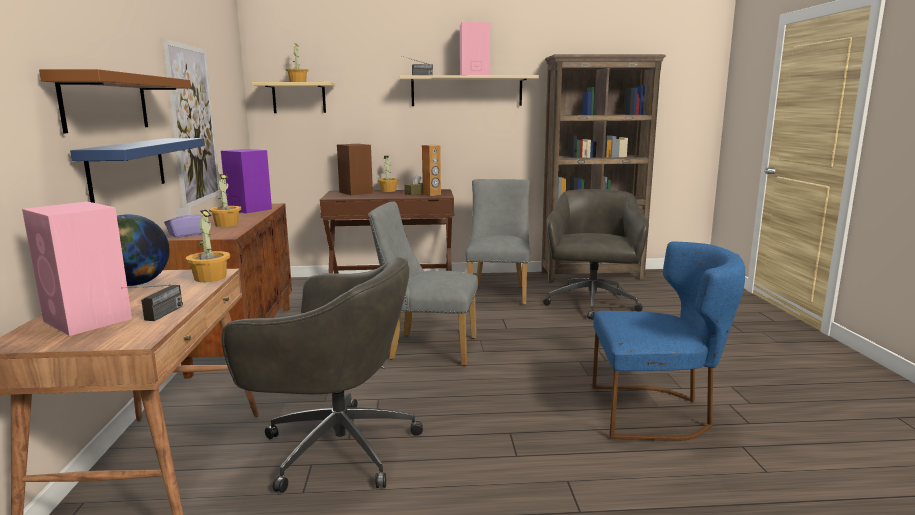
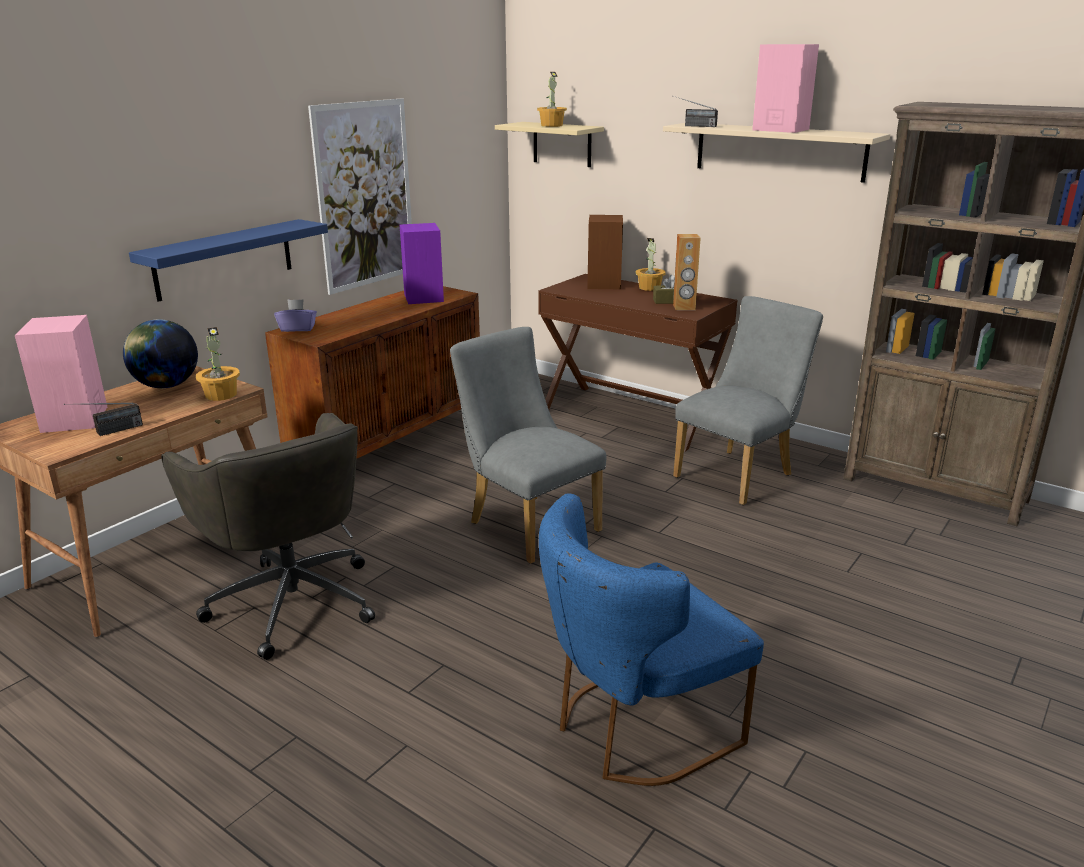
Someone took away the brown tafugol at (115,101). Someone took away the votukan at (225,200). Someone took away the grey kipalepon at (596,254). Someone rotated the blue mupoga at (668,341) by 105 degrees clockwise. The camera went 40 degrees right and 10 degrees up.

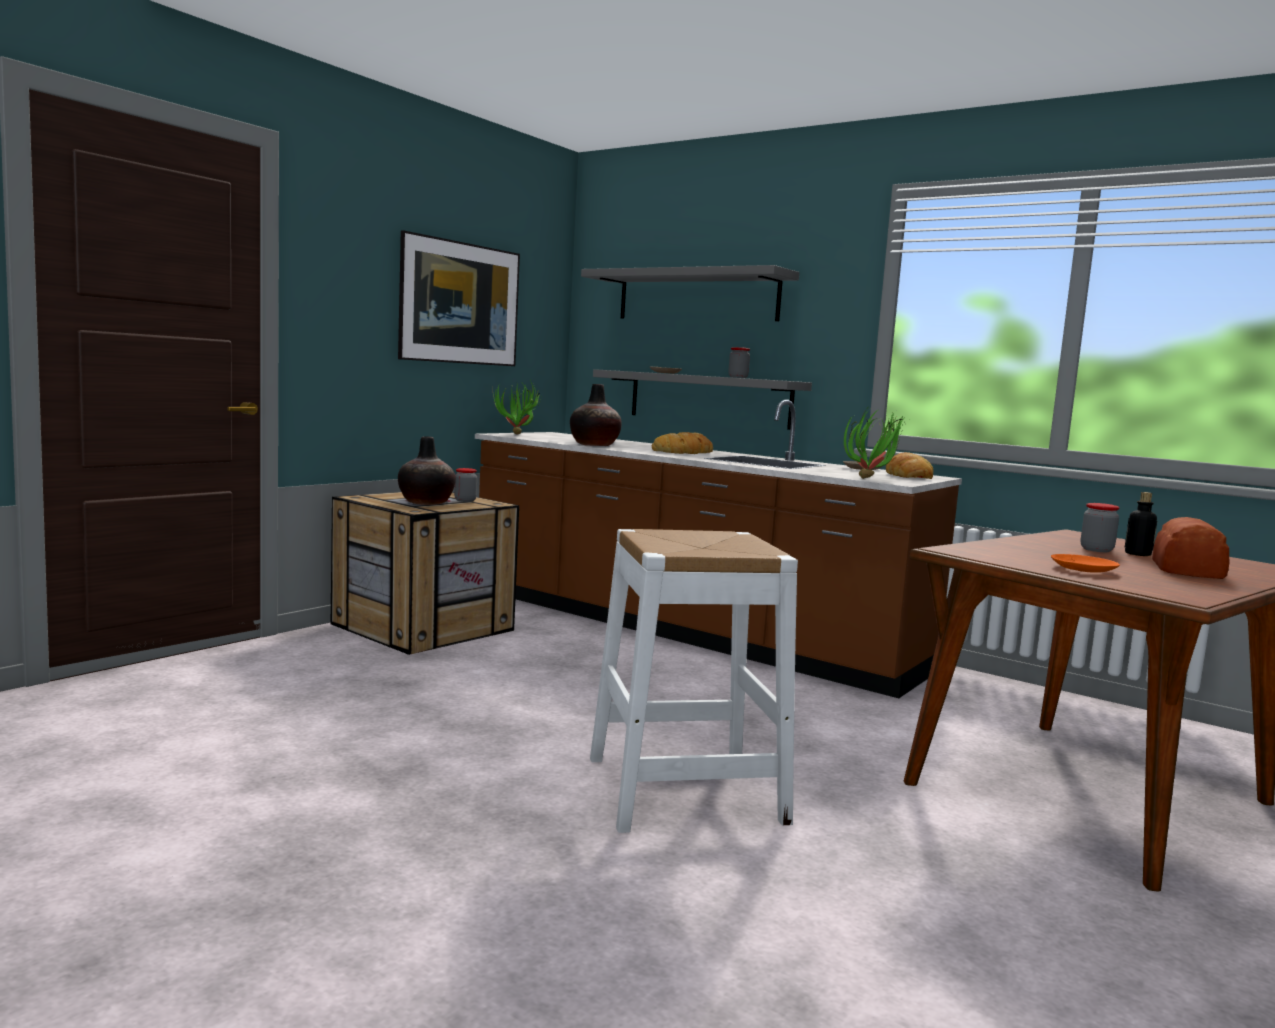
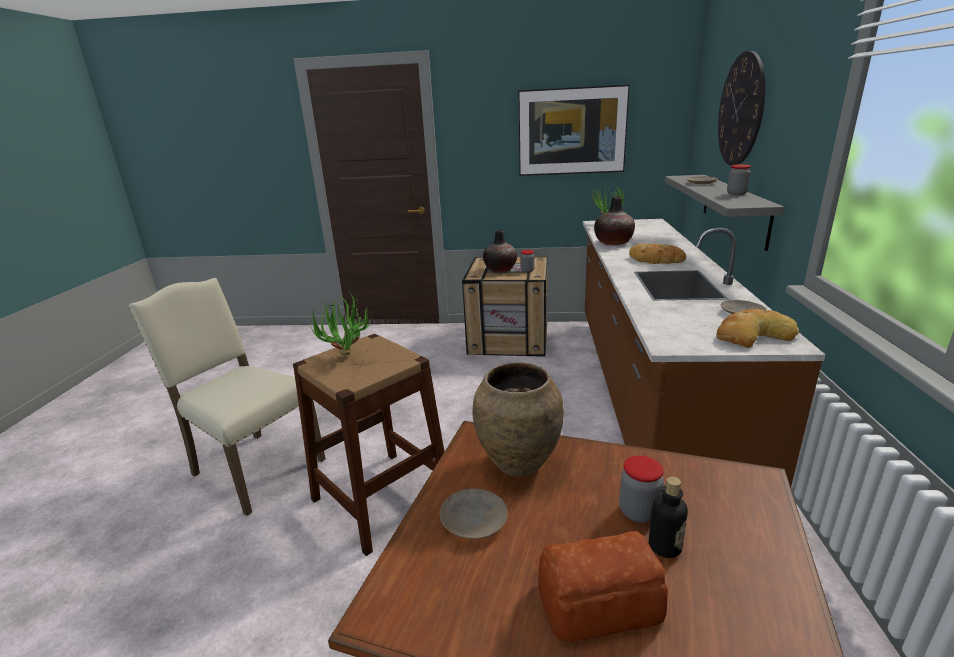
Someone swapped the grey tafugol at (690,293) for the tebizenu at (741,108). Someone repainted the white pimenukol at (694,681), which became the brown pimenukol at (368,445). Someone carried the votukan from (876,441) to (339,323). Someone repainted the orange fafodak at (1085,563), which became the beige fafodak at (474,513). Someone put down the beige mupoga at (227,397). Someone put down the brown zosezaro at (518,419). The camera went 60 degrees right and 15 degrees up.

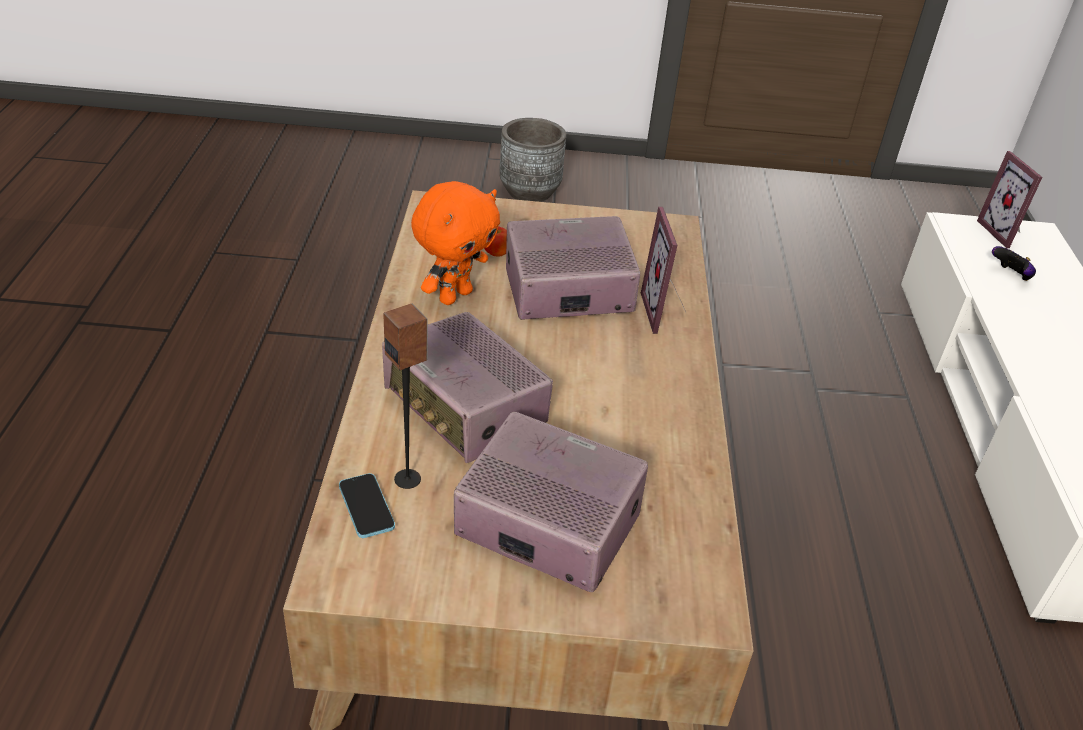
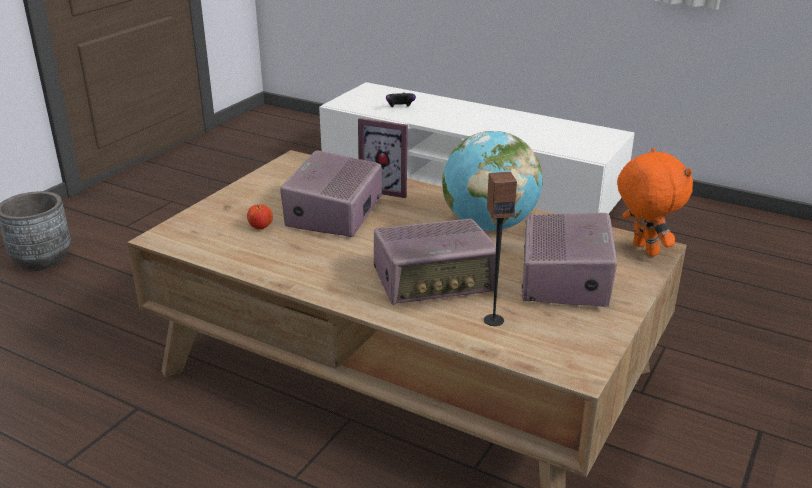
Someone took away the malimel at (367,505). Someone carried the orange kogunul from (455,243) to (655,202). Someone rotated the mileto at (551,502) by 135 degrees clockwise. Someone took away the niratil at (1009,199). Someone put down the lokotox at (492,181). The camera went 60 degrees left and 10 degrees down.

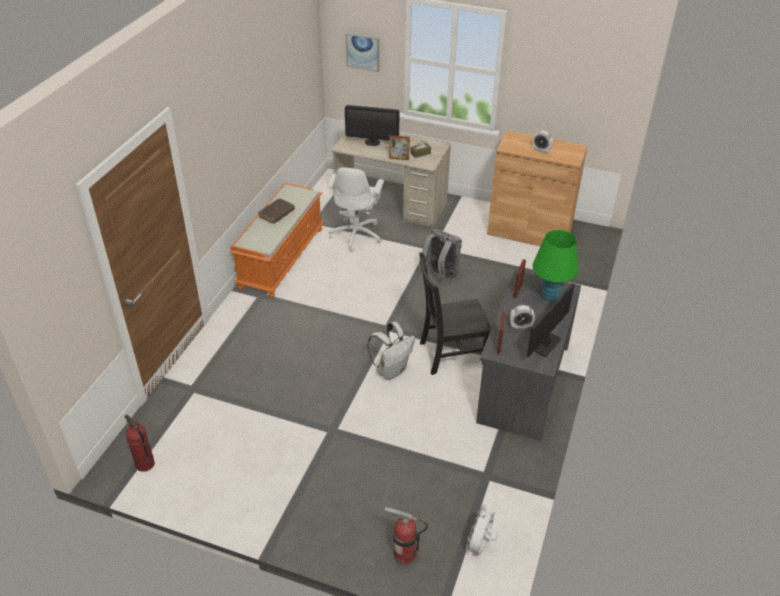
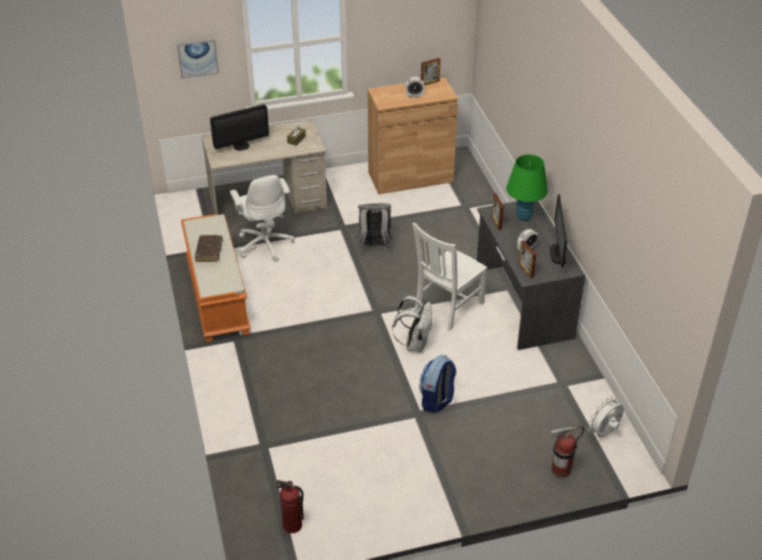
Someone carried the niratil from (399,147) to (431,72). Someone repainted the black mupoga at (455,313), which became the white mupoga at (449,277). Someone rotated the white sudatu at (481,530) by 60 degrees clockwise. Someone put down the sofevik at (437,384). The camera went 35 degrees left and 0 degrees up.

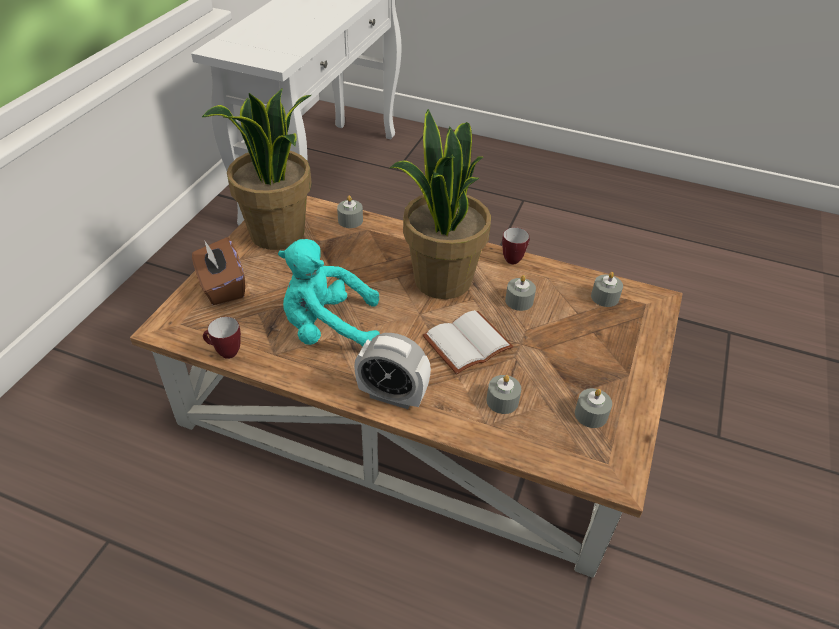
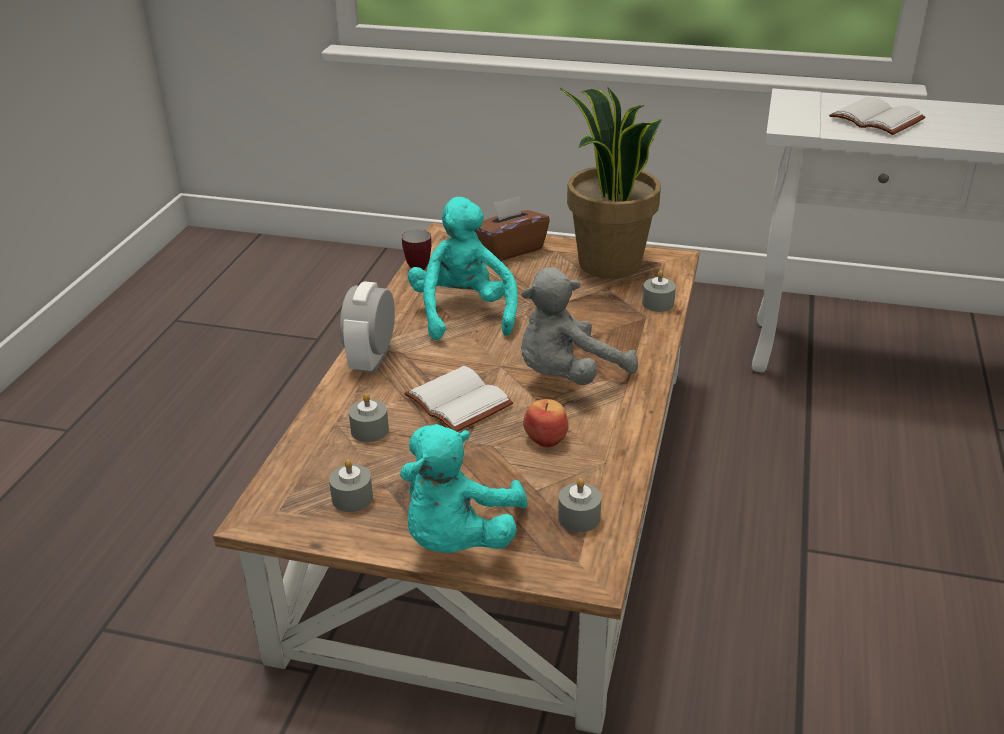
Someone swapped the votukan at (440,204) for the grey kogunul at (579,326). Someone took away the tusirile at (516,246). Someone swapped the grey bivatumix at (520,293) for the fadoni at (546,423). Someone put down the turquoise kogunul at (464,488). Someone put down the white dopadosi at (877,116). The camera went 85 degrees right and 10 degrees down.

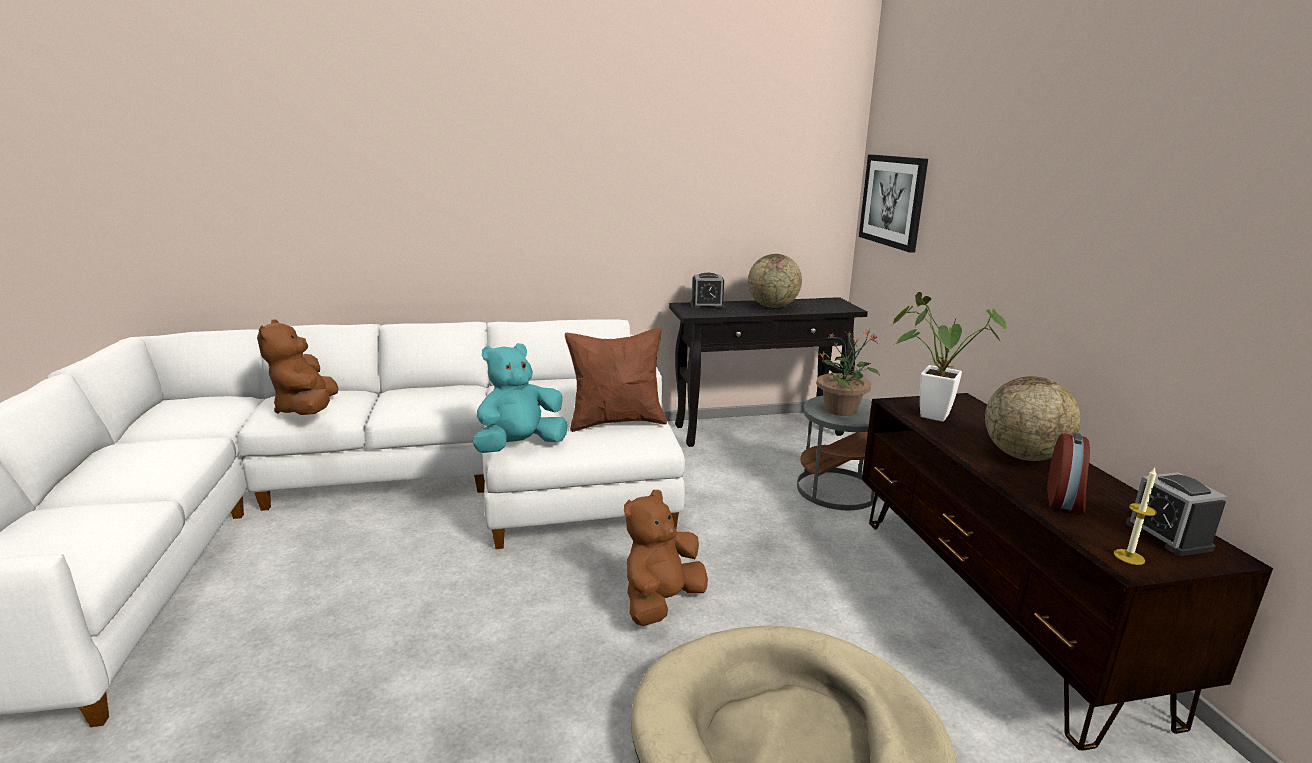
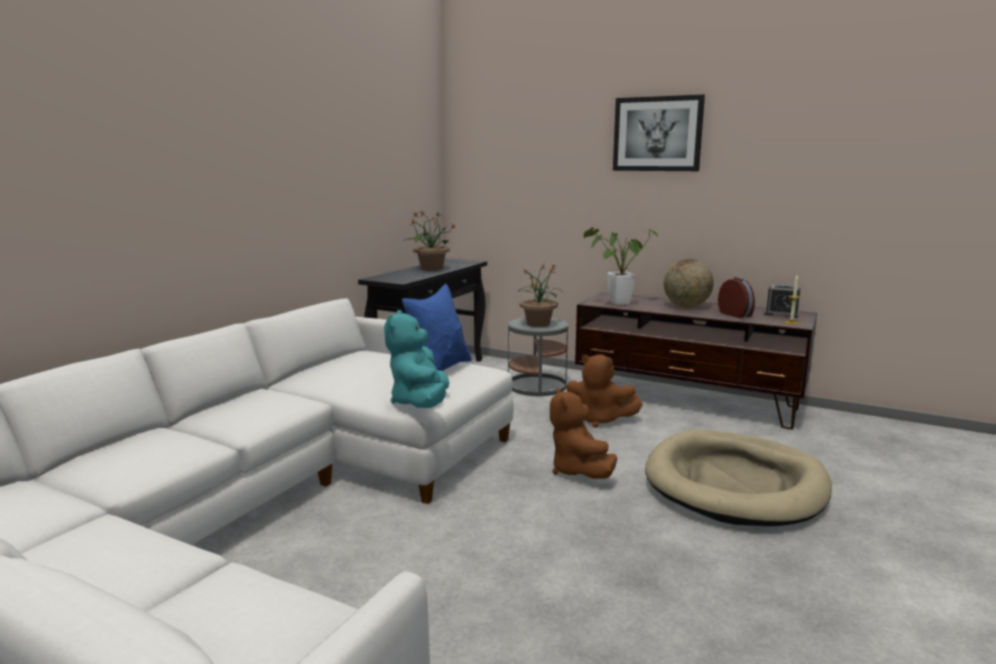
Someone carried the brown kogunul from (297,367) to (604,391). Someone repainted the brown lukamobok at (616,379), which became the blue lukamobok at (437,327). Someone took away the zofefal at (708,290). Someone swapped the lokotox at (775,281) for the votukan at (429,241). Someone carried the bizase from (893,204) to (659,132). The camera went 50 degrees left and 5 degrees down.

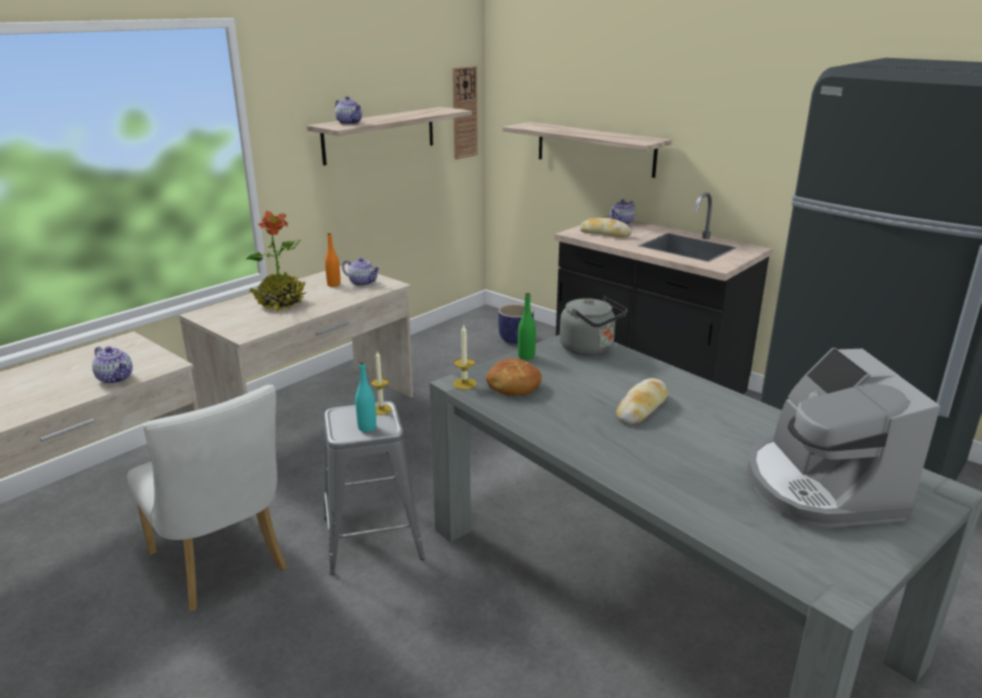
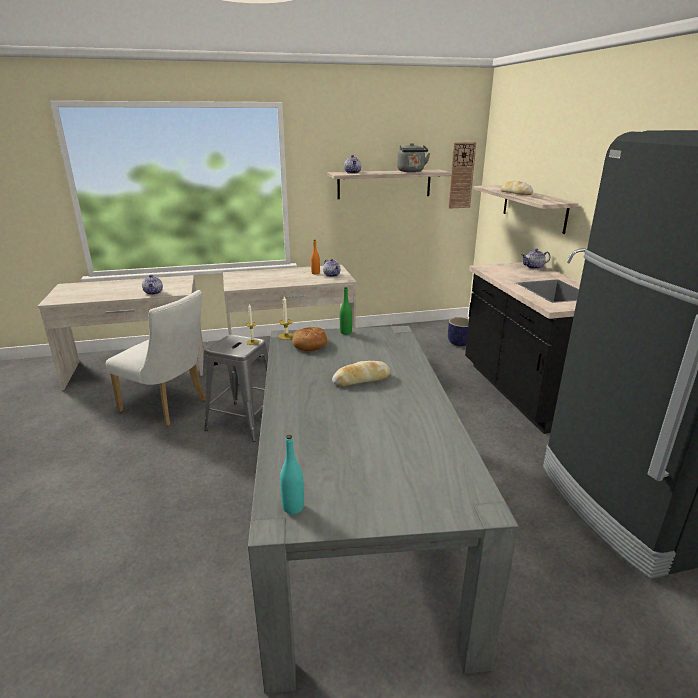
Someone rotated the white mupoga at (207,498) by 60 degrees counterclockwise. Someone took away the votukan at (276,261). Someone carried the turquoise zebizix from (365,396) to (292,474). Someone carried the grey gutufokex from (593,326) to (413,157). Someone carried the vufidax from (605,227) to (517,188). Someone took away the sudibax at (843,438). The camera went 35 degrees right and 0 degrees up.

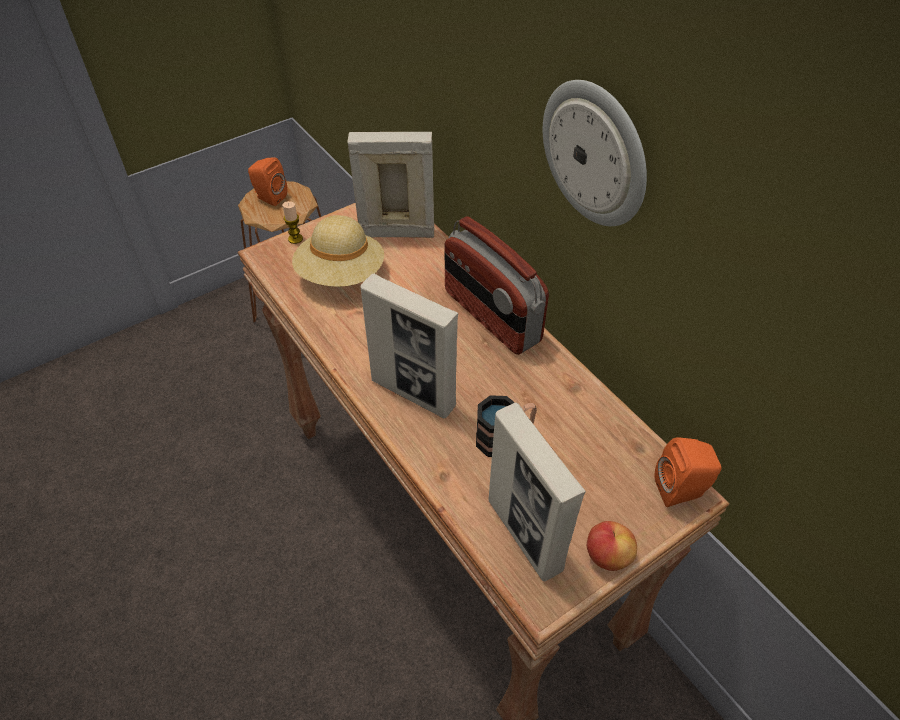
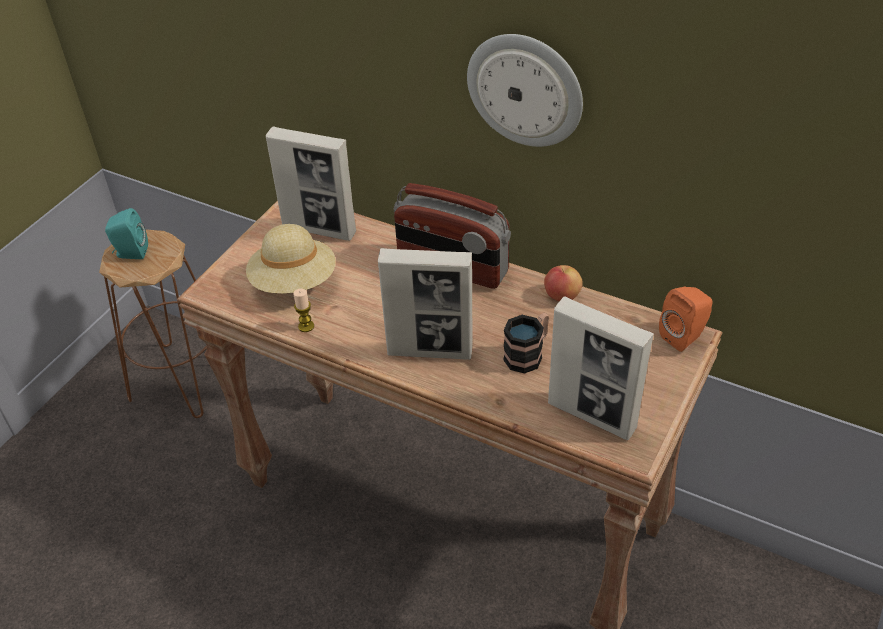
Someone repainted the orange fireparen at (267,181), which became the turquoise fireparen at (126,233). Someone carried the bivatumix from (292,222) to (303,310). Someone rotated the niratil at (390,185) by 135 degrees counterclockwise. Someone carried the fadoni from (612,546) to (563,283). The camera went 25 degrees left and 5 degrees down.

